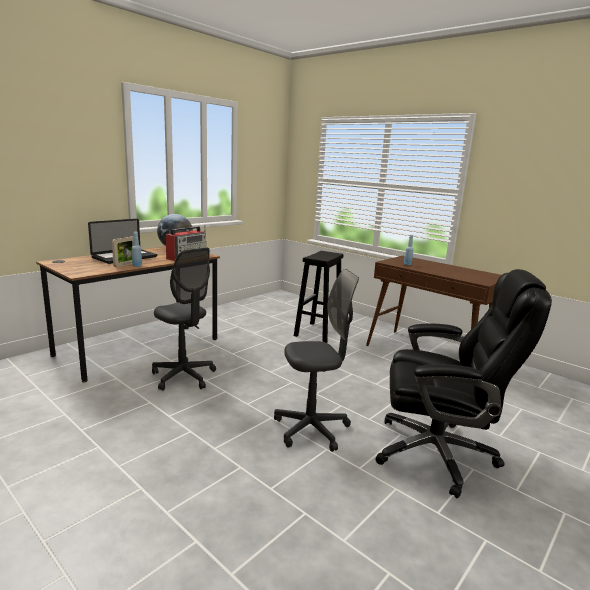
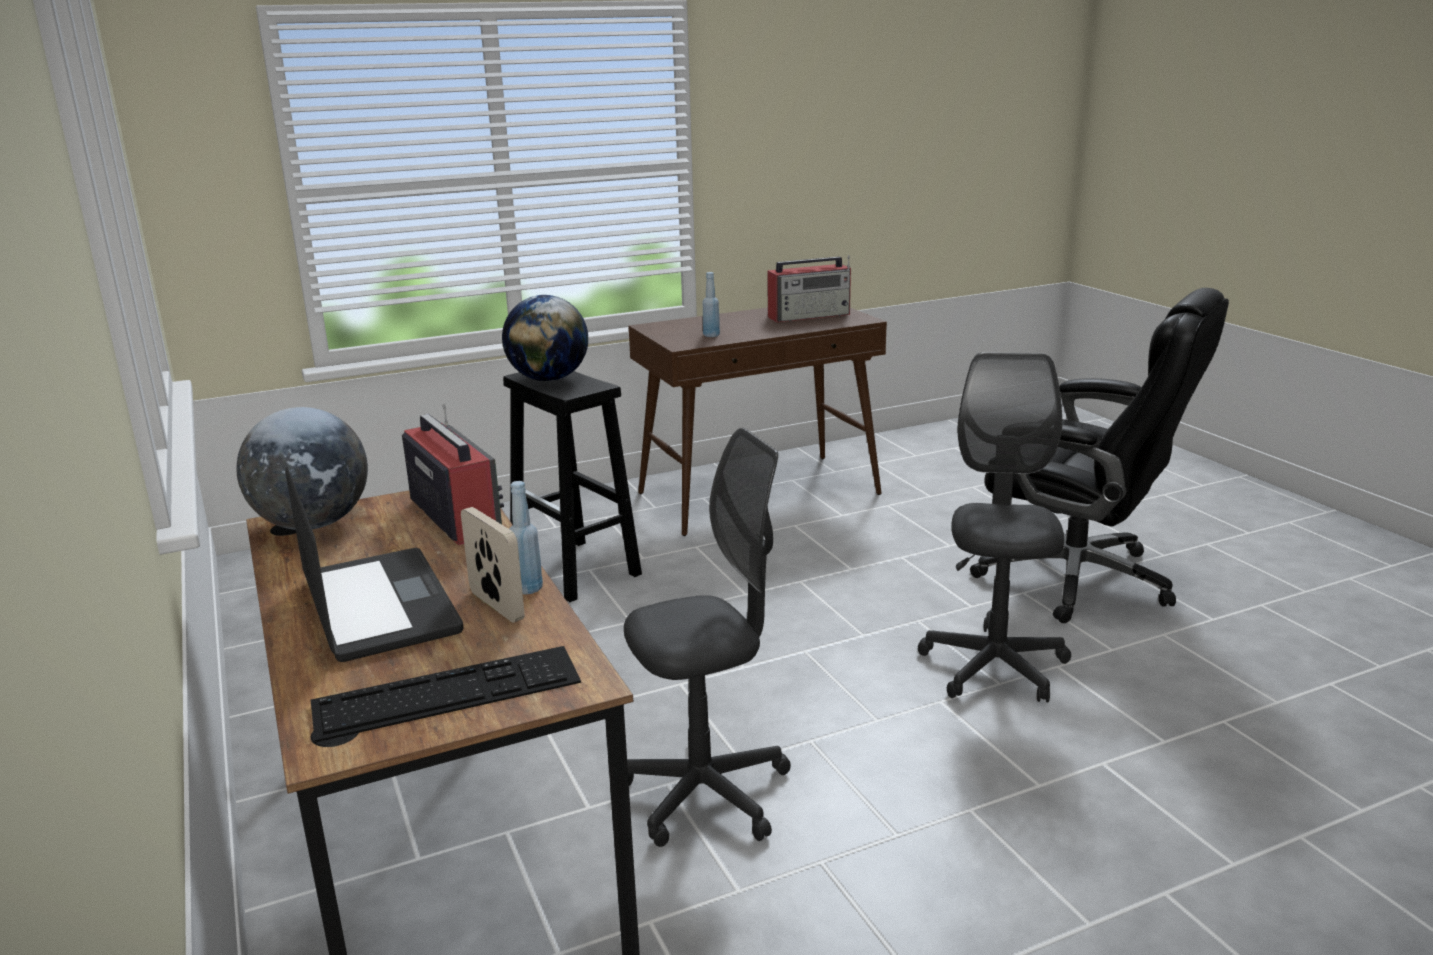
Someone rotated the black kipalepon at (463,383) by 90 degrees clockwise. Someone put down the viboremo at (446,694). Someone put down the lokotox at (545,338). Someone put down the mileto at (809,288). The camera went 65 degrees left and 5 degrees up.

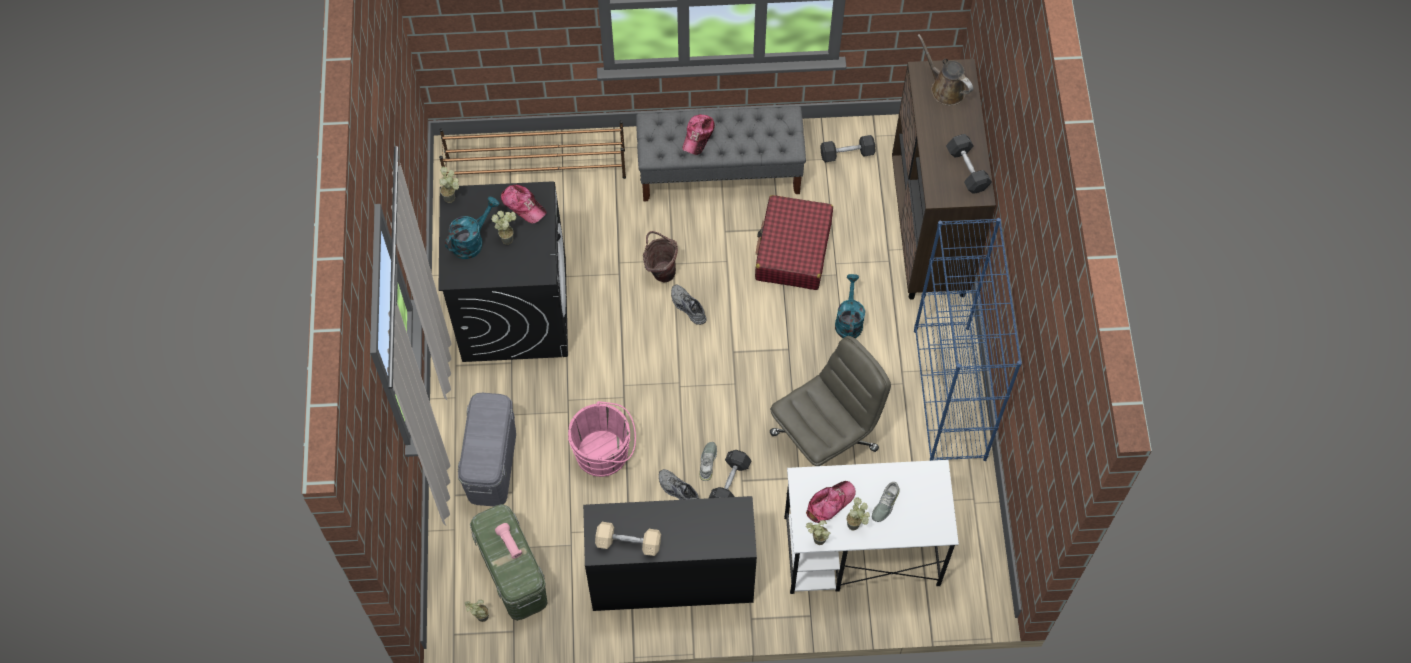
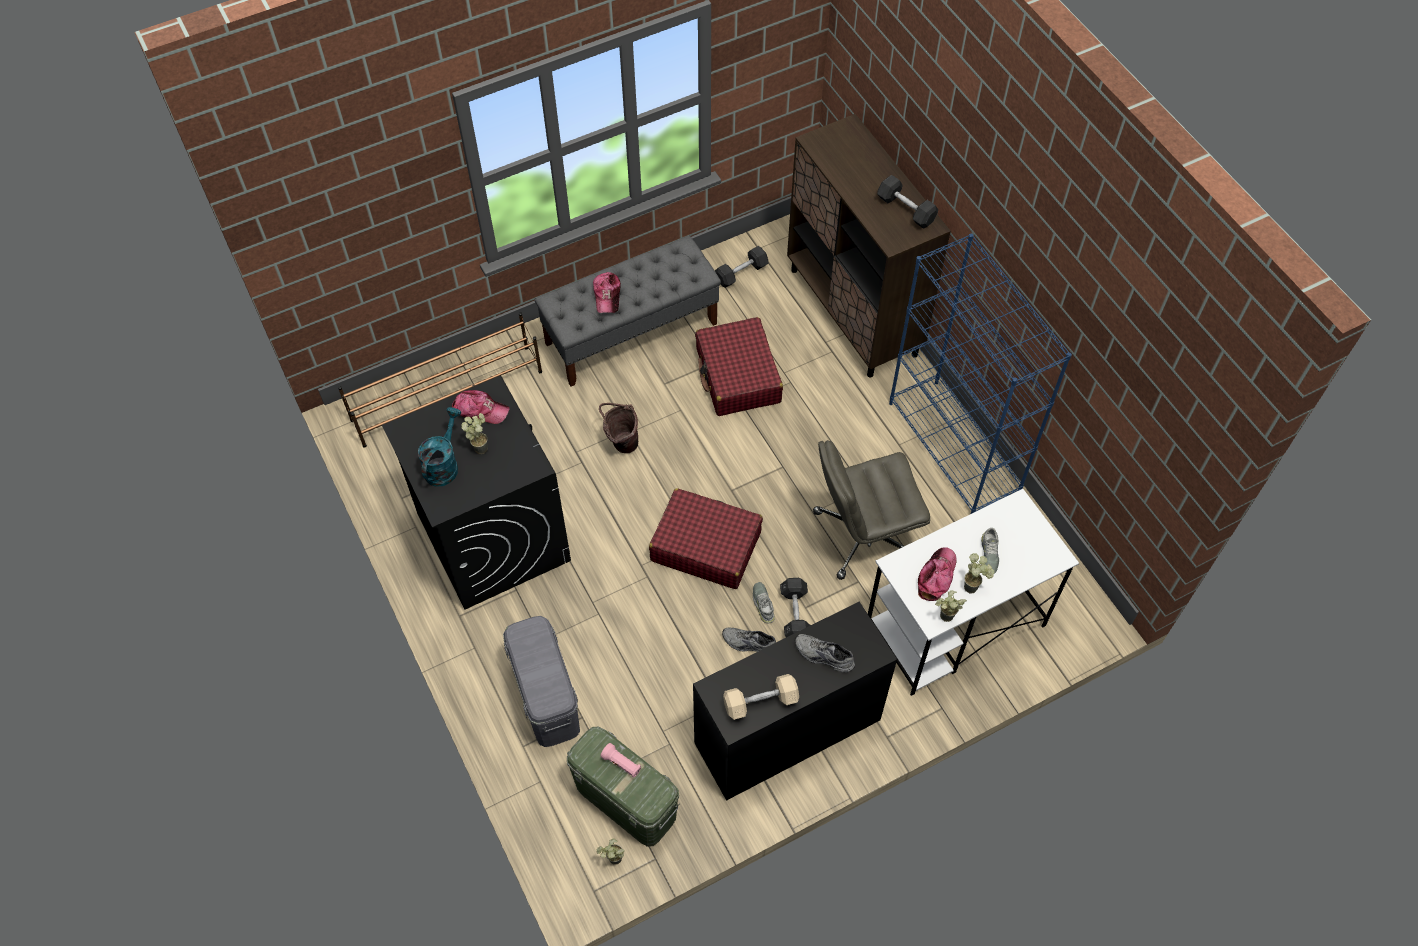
Someone took away the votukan at (449,185). Someone took away the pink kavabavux at (602,439). Someone carried the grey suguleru from (689,305) to (825,653). Someone rotated the grey kipalepon at (830,401) by 135 degrees counterclockwise. Someone took away the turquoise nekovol at (850,306). Someone took away the brown nekovol at (945,70). Someone put down the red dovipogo at (706,538). The camera went 25 degrees left and 5 degrees down.

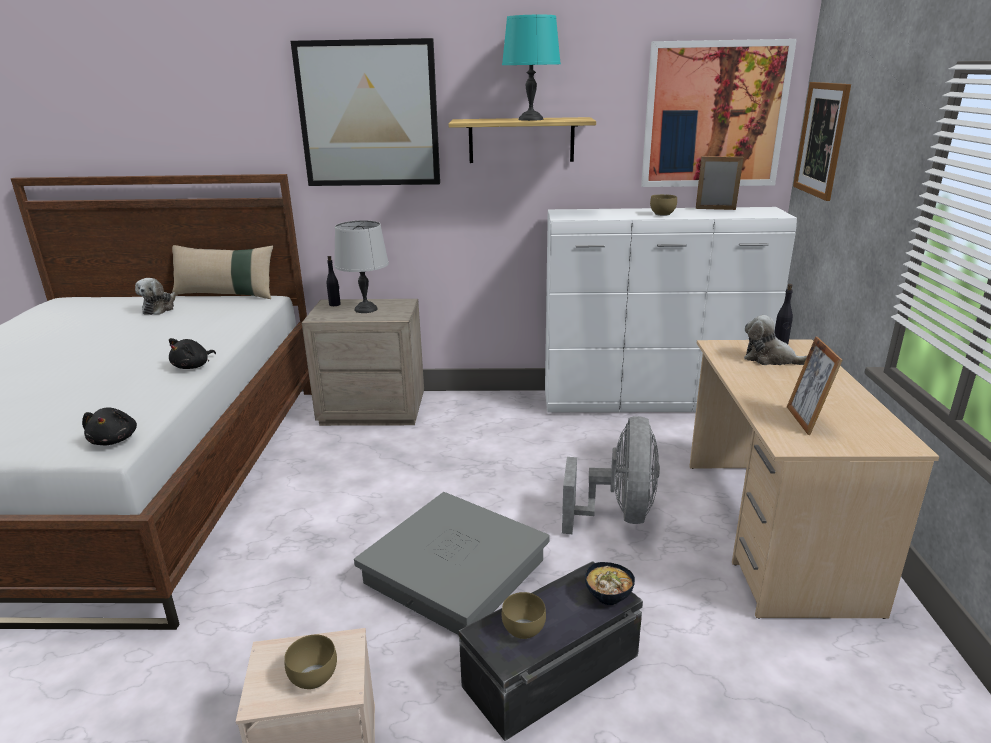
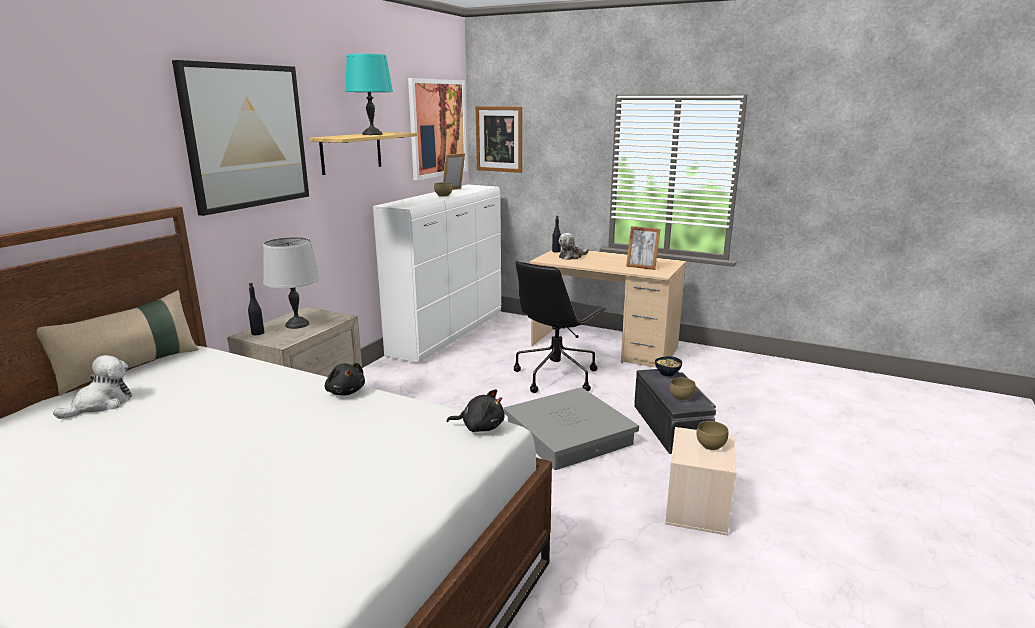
Someone rotated the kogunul at (155,296) by 90 degrees counterclockwise. Someone swapped the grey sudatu at (611,475) for the black kipalepon at (560,327). The camera went 65 degrees left and 5 degrees down.

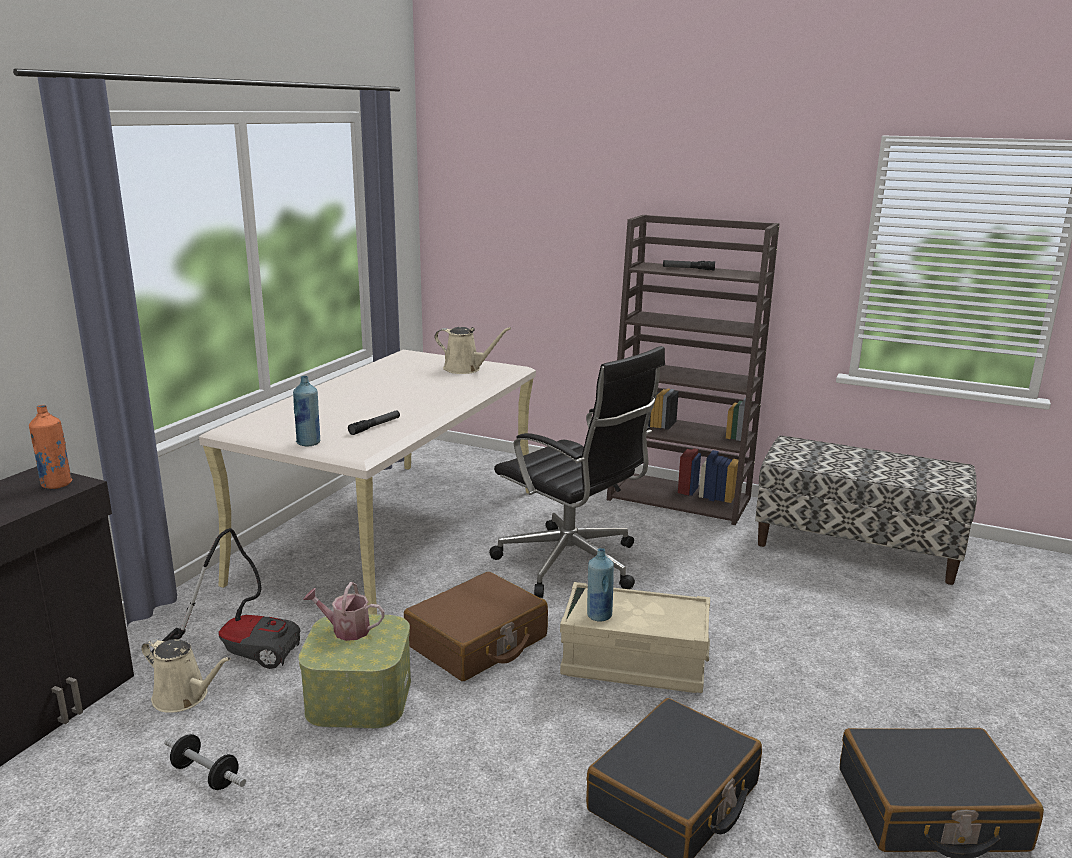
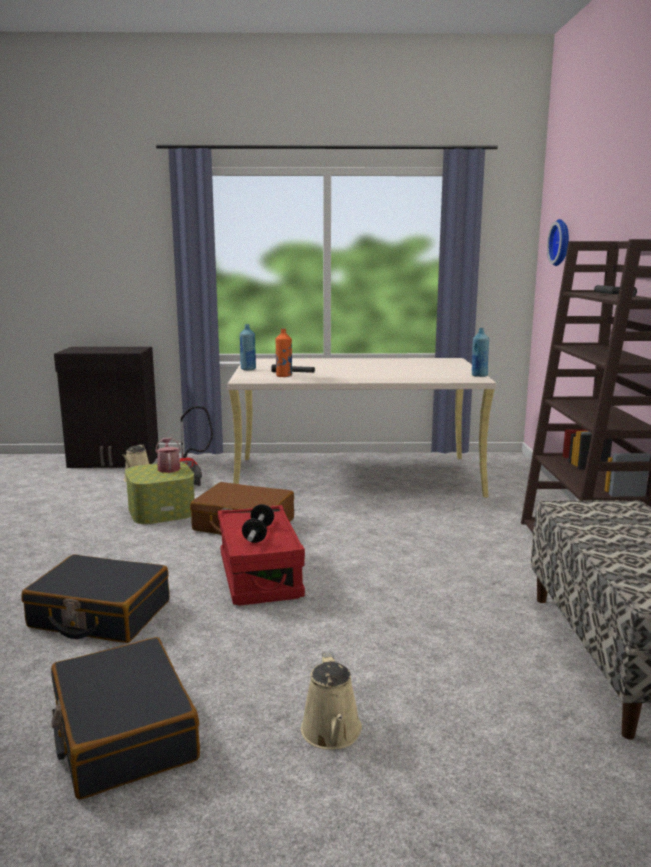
Someone carried the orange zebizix from (51,447) to (284,352). Someone carried the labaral from (205,762) to (258,523). Someone carried the beige nekovol from (473,350) to (331,700). Someone took away the black kipalepon at (577,472). Someone repainted the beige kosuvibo at (635,637), which became the red kosuvibo at (261,555). Someone carried the blue zebizix from (600,584) to (480,352). Someone put up the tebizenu at (558,242). The camera went 65 degrees right and 5 degrees down.

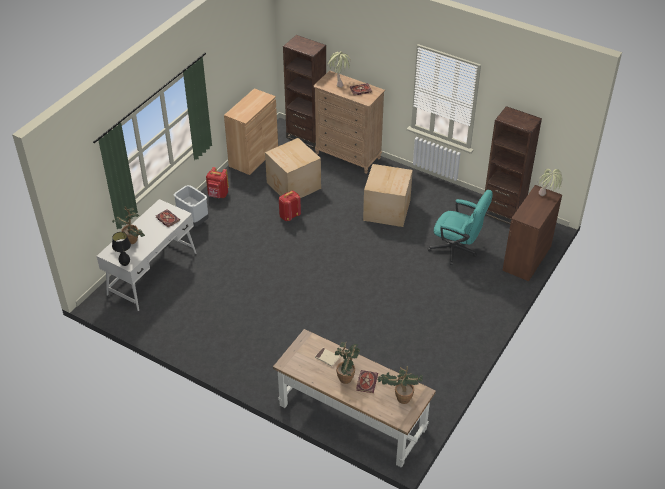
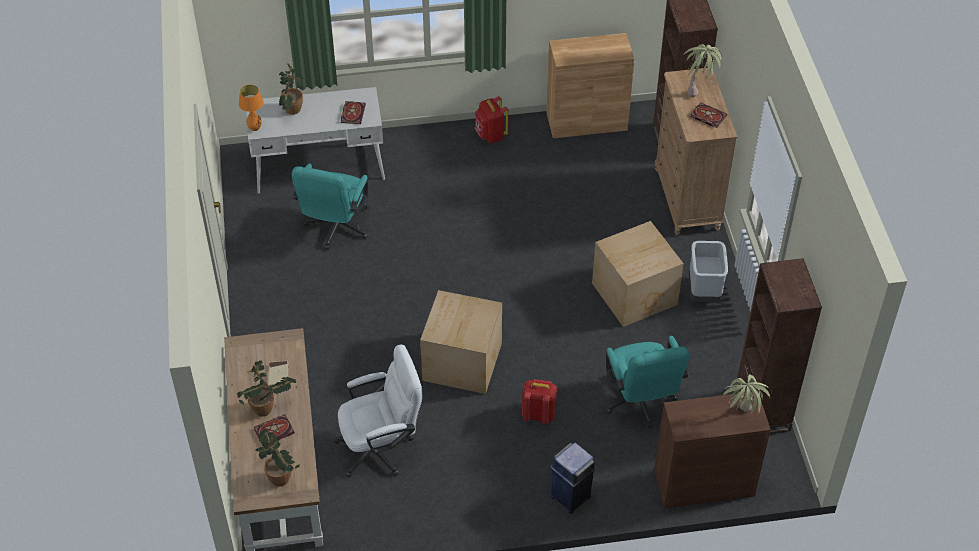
Someone repainted the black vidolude at (121,249), which became the orange vidolude at (251,108). Someone carried the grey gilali from (191,206) to (708,272). Someone carried the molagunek from (293,168) to (461,342). Someone carried the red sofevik from (290,206) to (539,401). Someone put down the turquoise kipalepon at (330,207). Someone put down the white kipalepon at (378,411). Someone put down the blue gilali at (573,478). The camera went 50 degrees right and 5 degrees up.

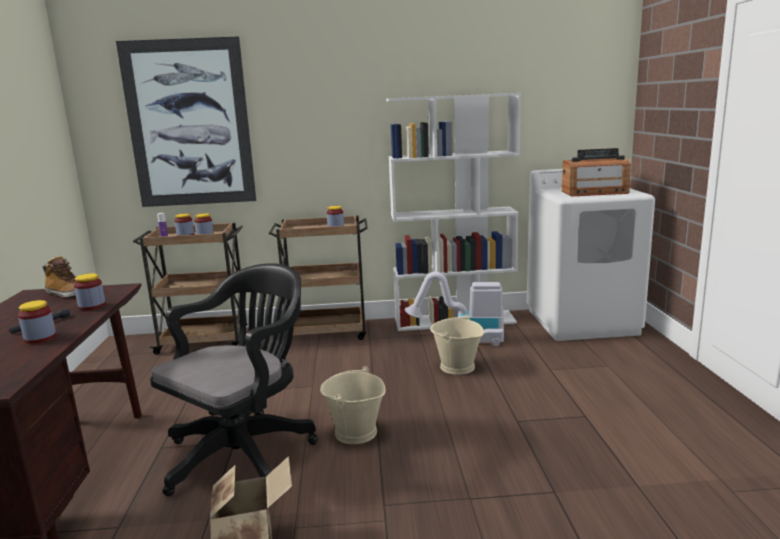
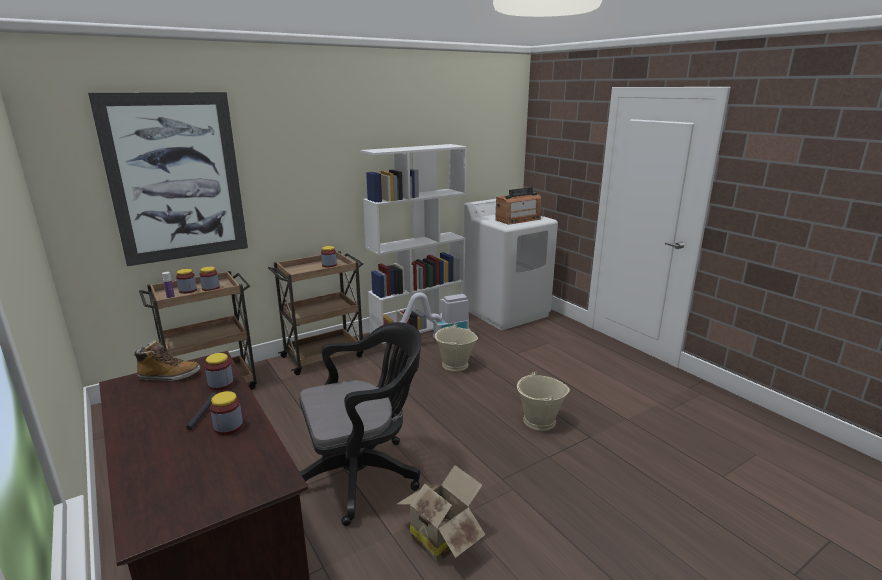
Someone rotated the black kipalepon at (234,379) by 60 degrees clockwise. Someone carried the beige kavabavux from (352,405) to (543,401). The camera went 30 degrees left and 5 degrees up.

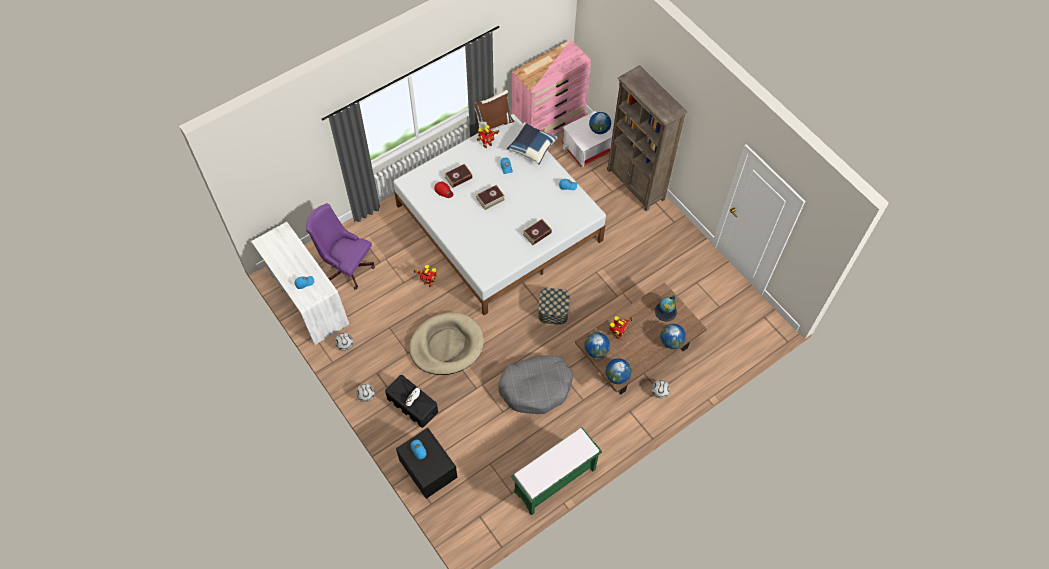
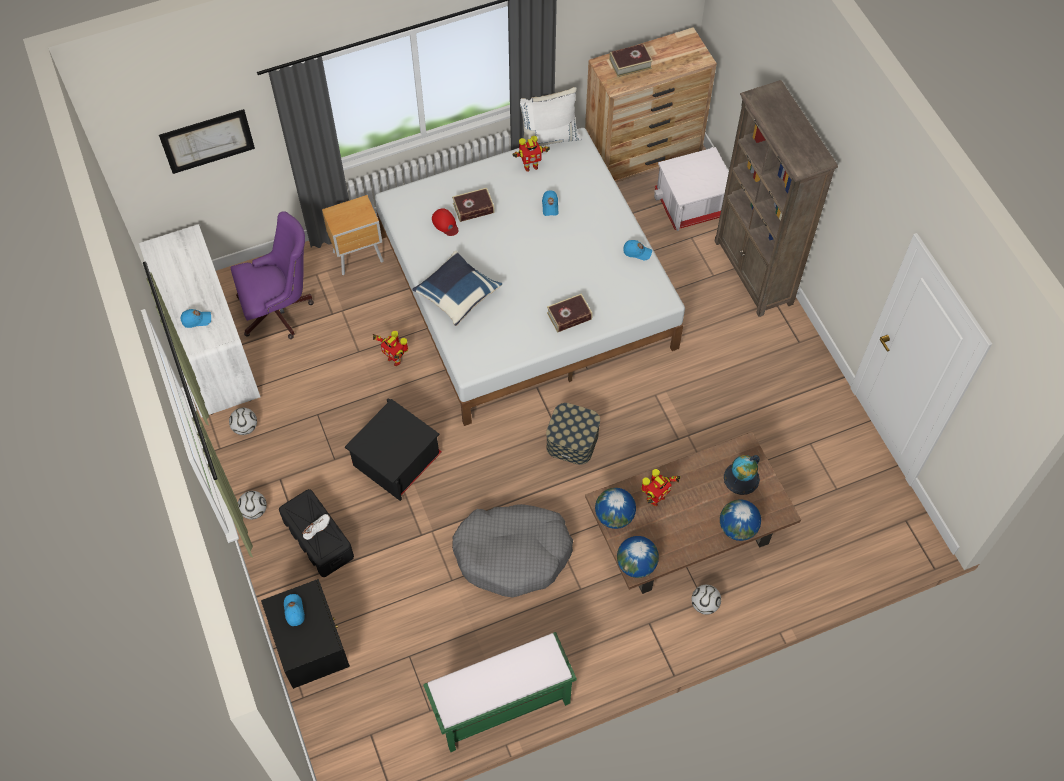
Someone rotated the purple kipalepon at (340,246) by 120 degrees clockwise. Someone swapped the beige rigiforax at (446,343) for the black kosuvibo at (393,449). Someone repainted the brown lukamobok at (495,112), which became the white lukamobok at (551,116). Someone carried the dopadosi from (490,197) to (631,60). Someone carried the blue lukamobok from (532,143) to (457,288). Someone repainted the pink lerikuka at (551,87), which became the brown lerikuka at (651,104). Someone took away the lokotox at (600,123). Someone put up the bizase at (207,141). Someone put down the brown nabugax at (352,235). The camera went 15 degrees right and 0 degrees up.

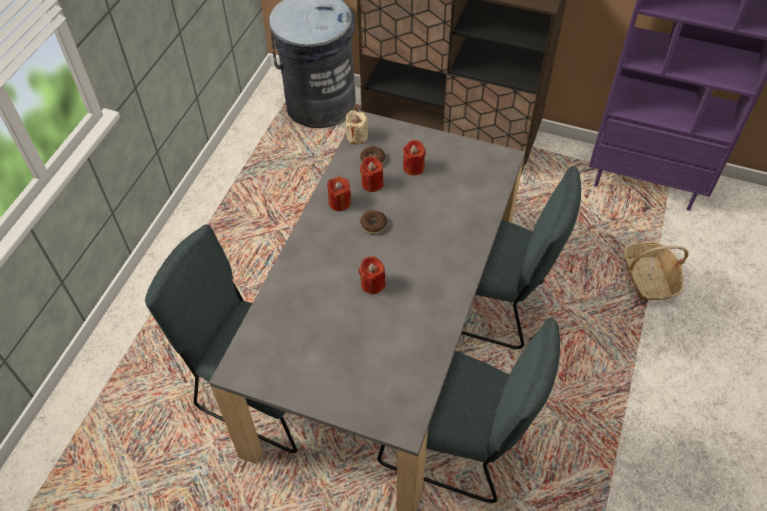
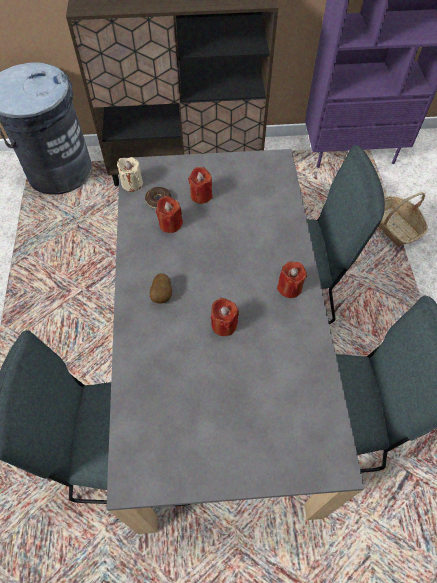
Someone carried the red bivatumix from (339,194) to (292,280). Someone took away the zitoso at (373,222). Someone put down the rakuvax at (161,288). The camera went 25 degrees left and 5 degrees up.

